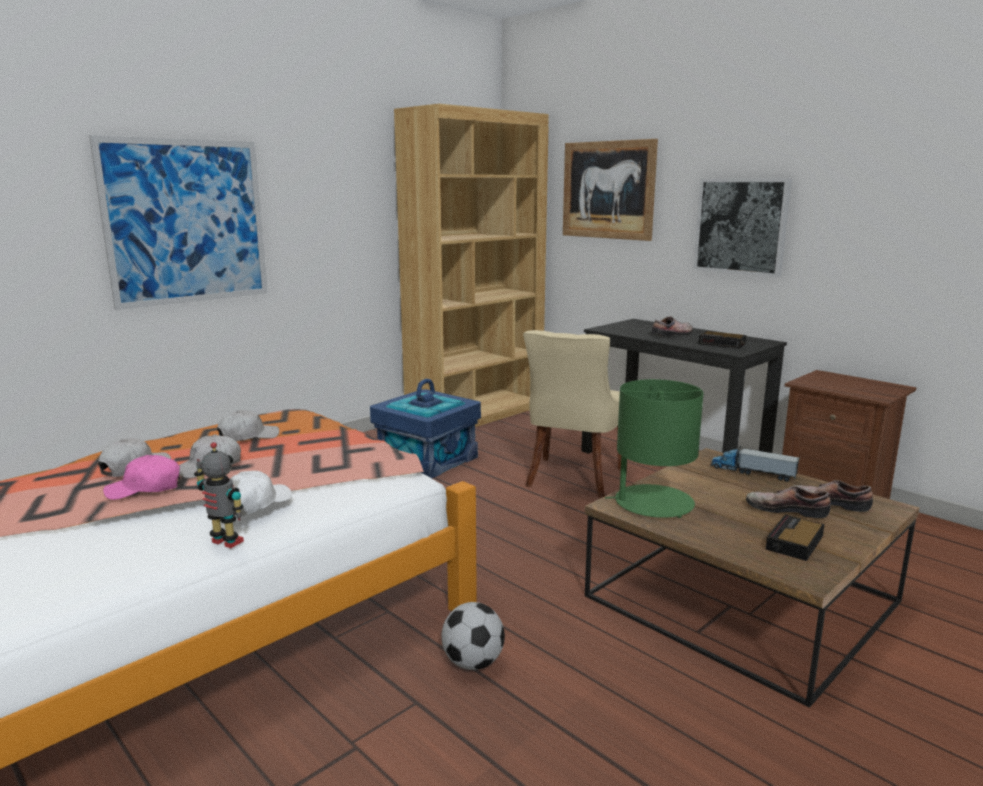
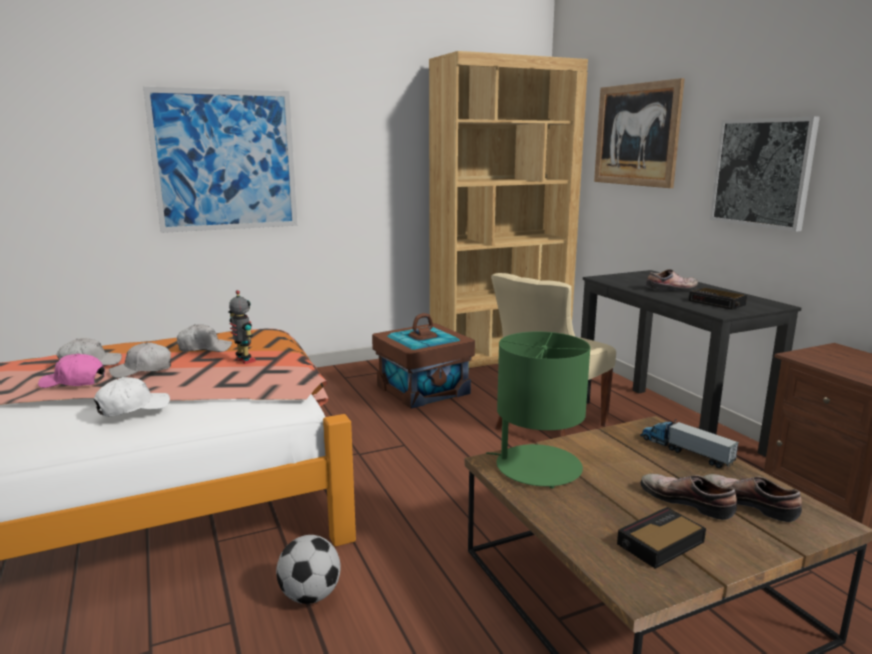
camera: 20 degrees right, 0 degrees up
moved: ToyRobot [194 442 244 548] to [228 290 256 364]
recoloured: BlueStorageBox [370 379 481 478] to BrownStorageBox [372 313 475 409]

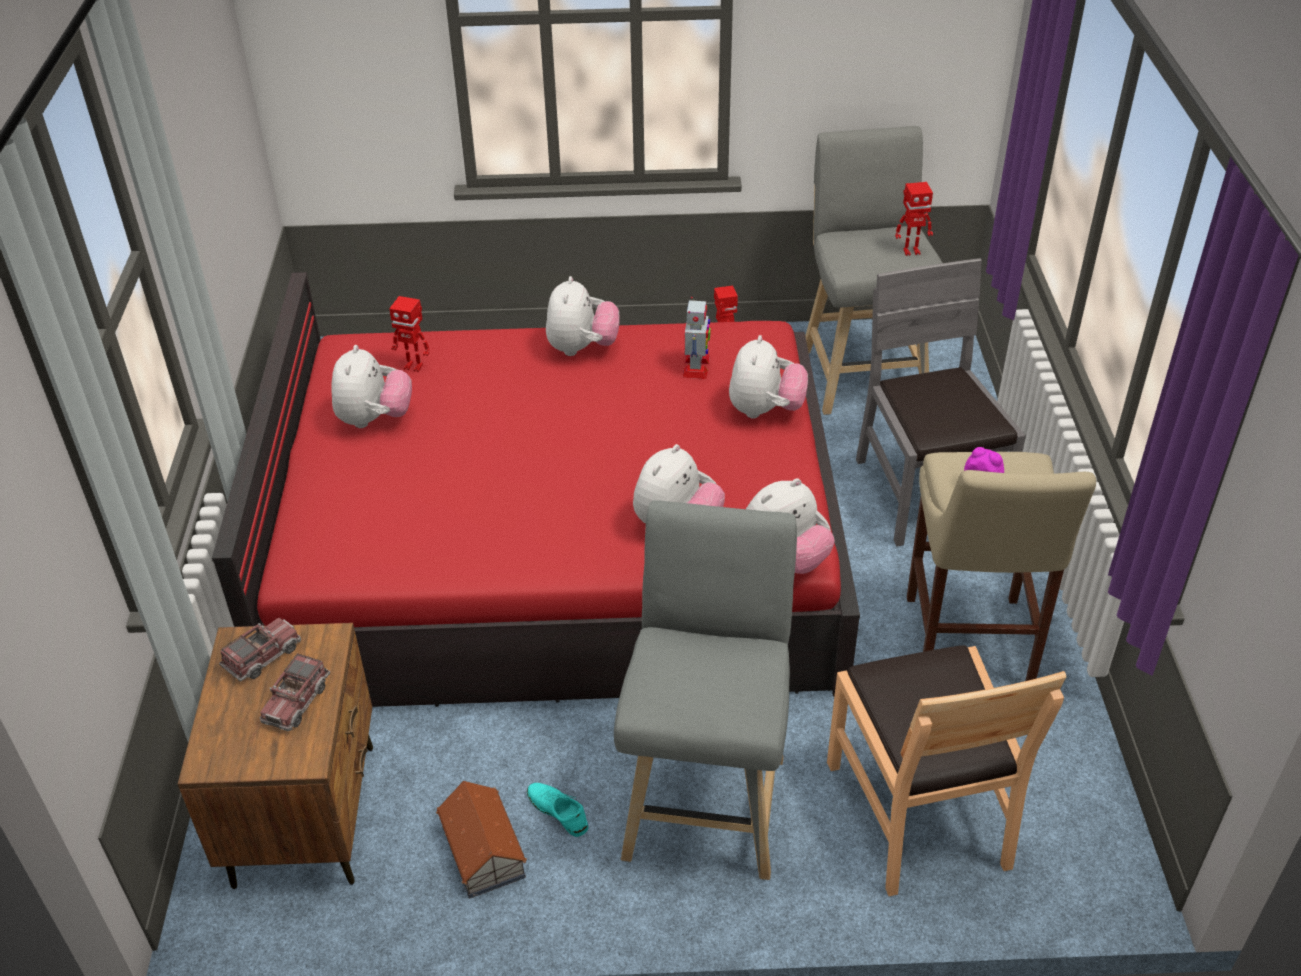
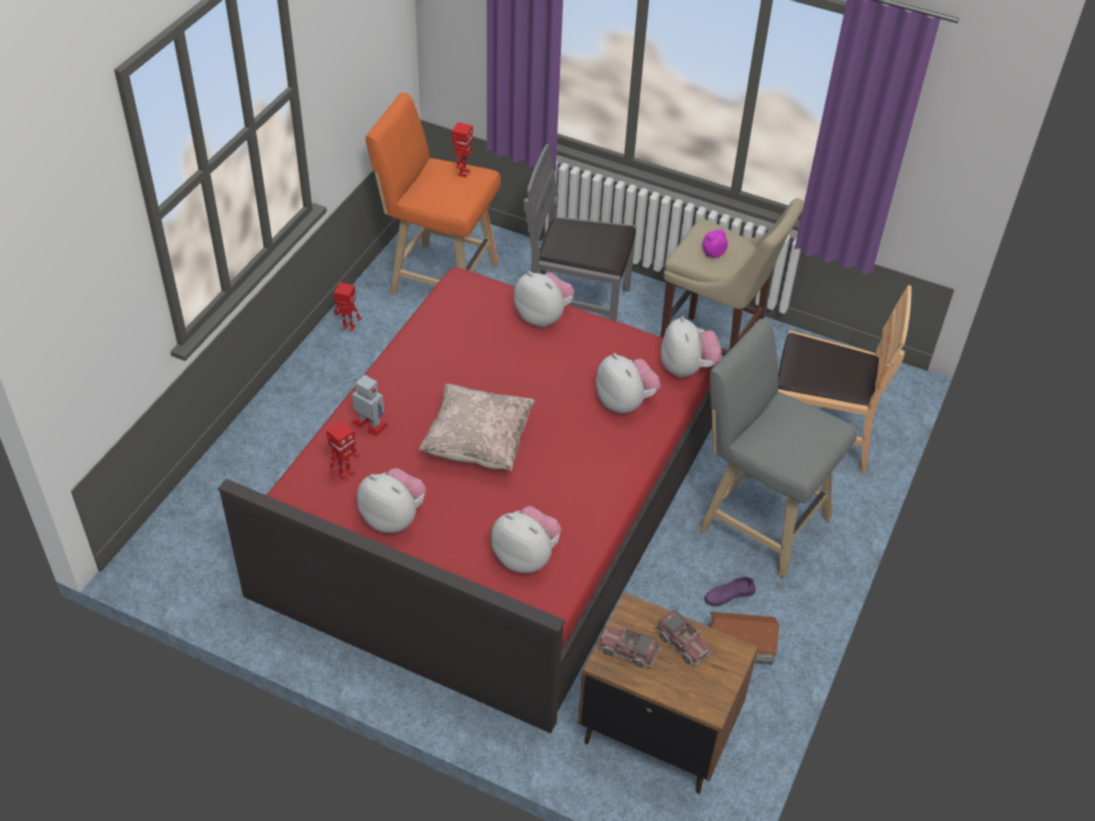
camera: 65 degrees left, 5 degrees up
added: BeigePillow [419 383 535 471]
moved: PlushToy [546 276 620 356] to [491 506 561 573]; ToyRobot [683 297 710 379] to [352 375 389 437]
recoloured: TurquoiseShoe [527 783 588 837] to PurpleShoe [704 576 756 606]; GreyStool [805 126 942 415] to OrangeStool [365 92 501 295]
turned: ToyTruck [219 617 301 682] = [598 626 661 668] 45 degrees counterclockwise

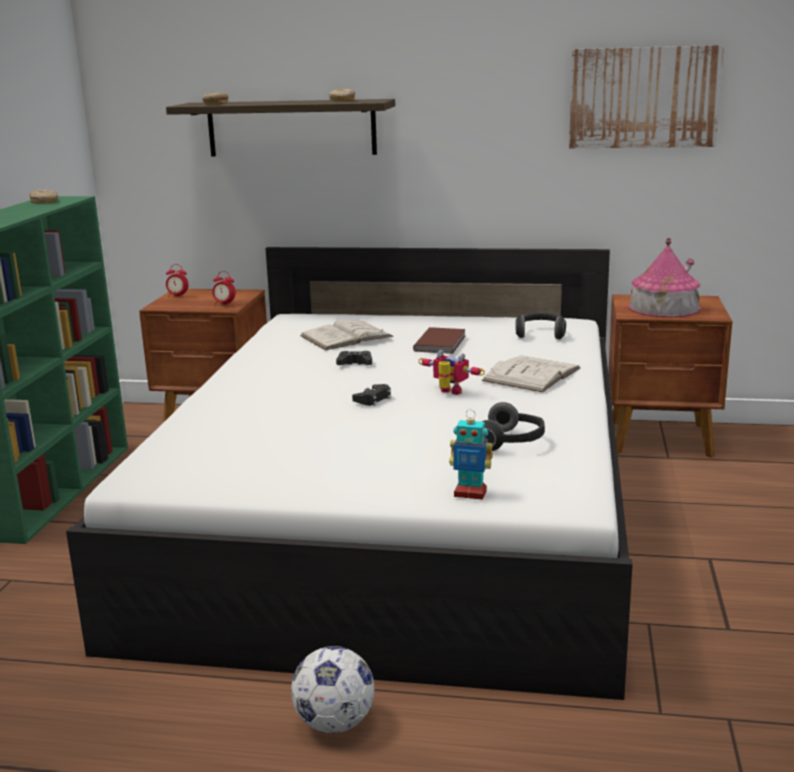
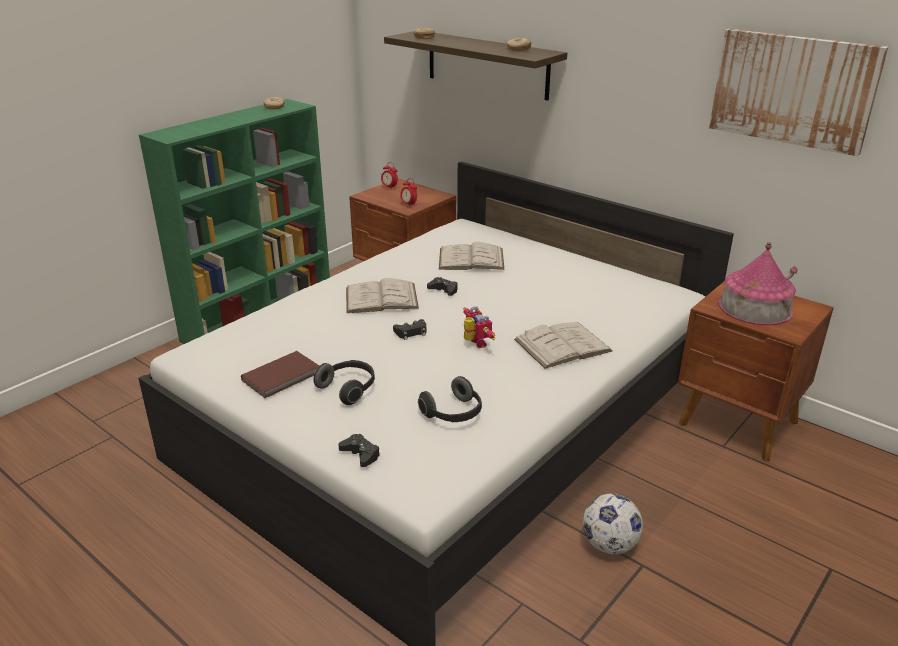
camera: 30 degrees right, 10 degrees up
added: WhiteBook [346 278 419 313]
moved: Football [291 646 374 734] to [583 494 643 554]; BrownBook [413 327 466 354] to [241 351 319 398]; Headphones [516 313 566 339] to [314 360 375 405]
replaced: ToyRobot [449 410 493 500] to BlackGameController [338 434 380 467]

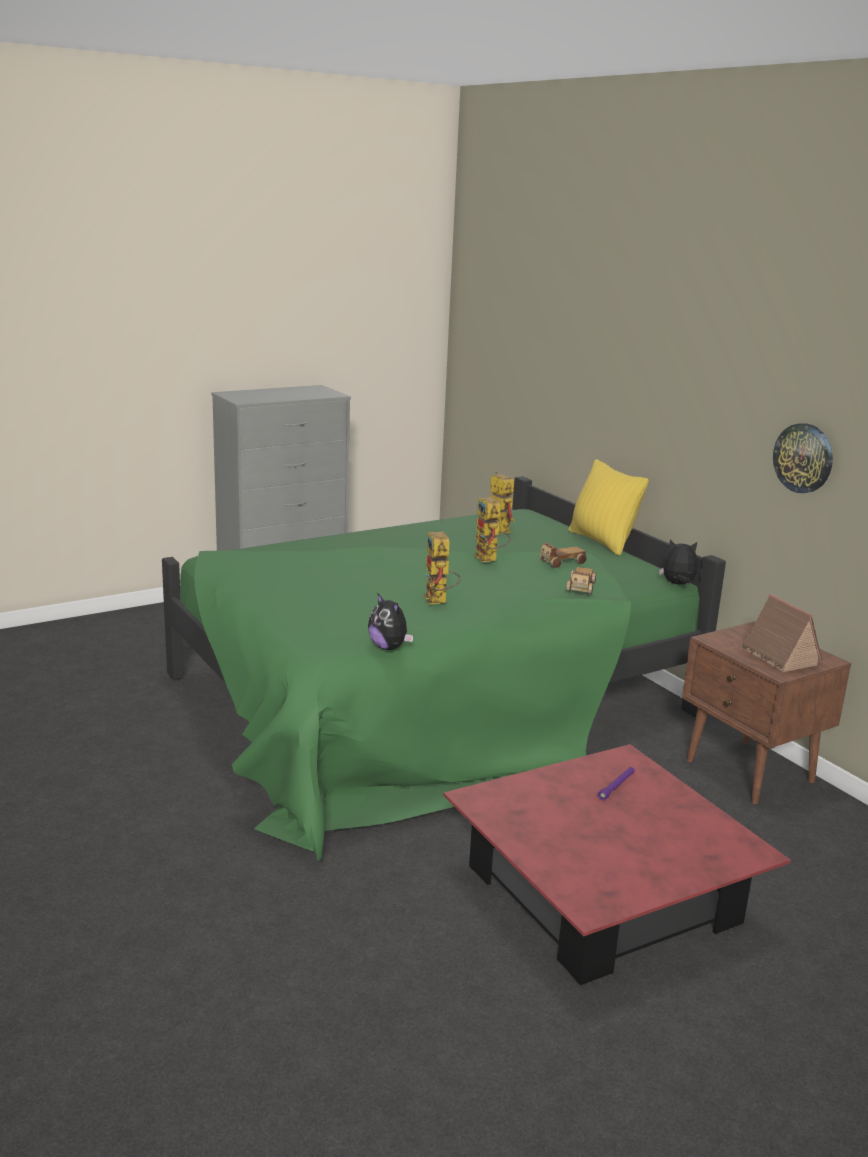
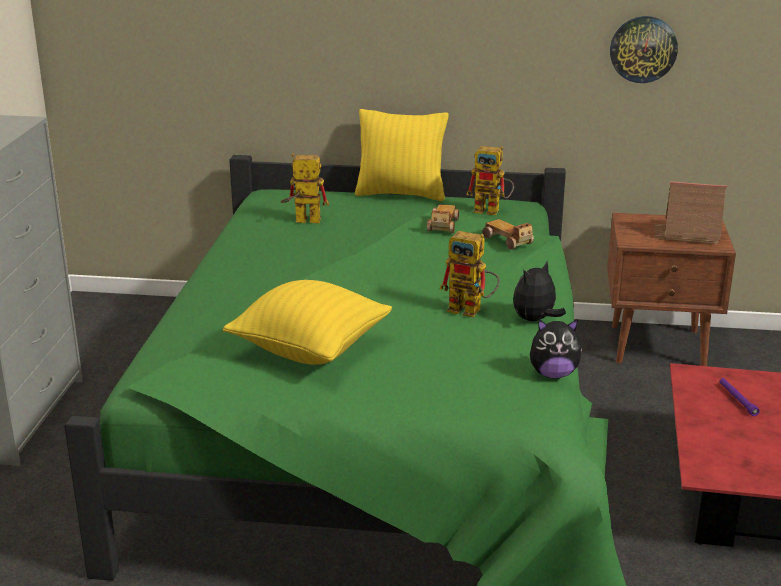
camera: 50 degrees left, 5 degrees up
added: YellowPillow [223 280 392 365]
moved: ToyRobot [474 497 511 562] to [466 146 514 215]; PlushToy [659 539 698 585] to [513 261 566 321]

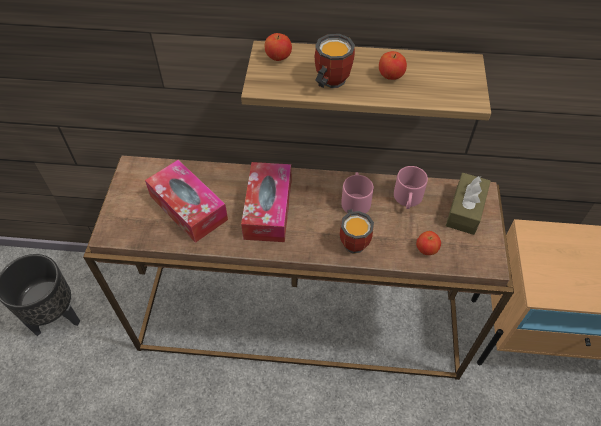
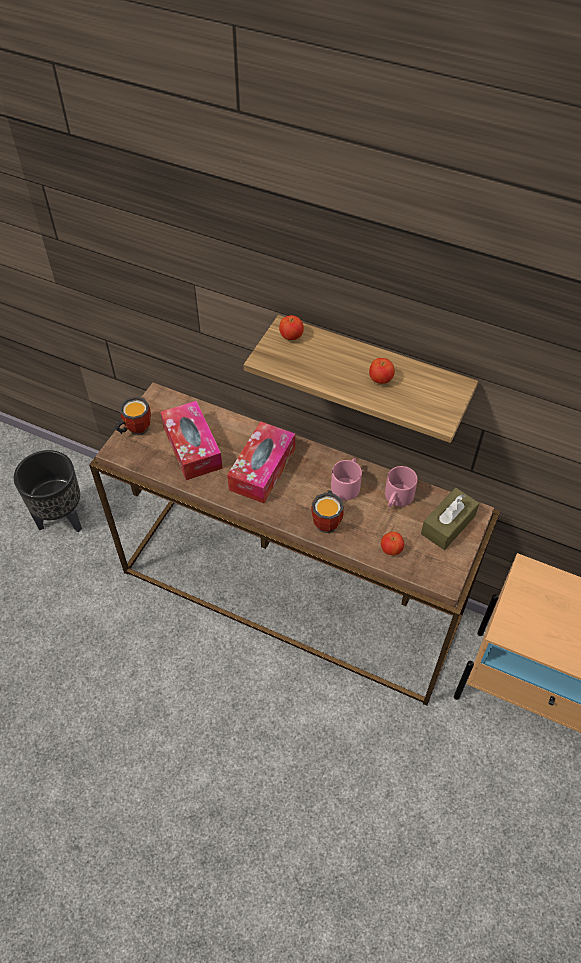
camera: 20 degrees right, 0 degrees up
moved: Mug [314 34 355 88] to [115 396 151 436]

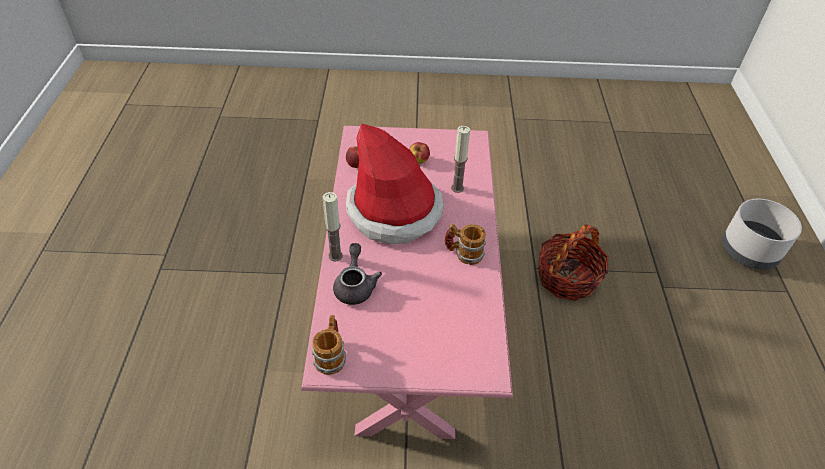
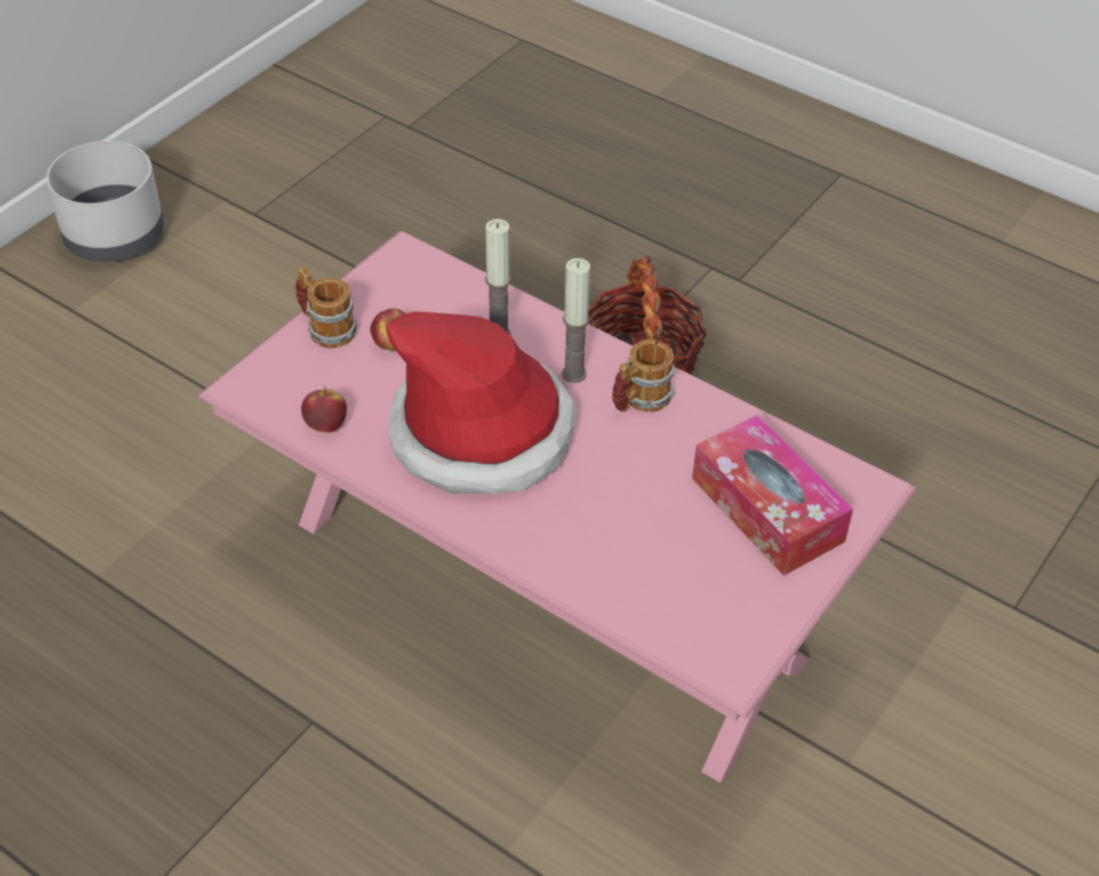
camera: 55 degrees left, 0 degrees up
removed: GreyTeapot [333 243 382 305]
added: TissueBox [692 415 853 575]
moved: Mug [312 315 346 375] to [295 266 357 348]; Candle [323 192 343 262] to [562 258 590 383]; GreyPlanter [722 199 802 269] to [46 141 164 262]

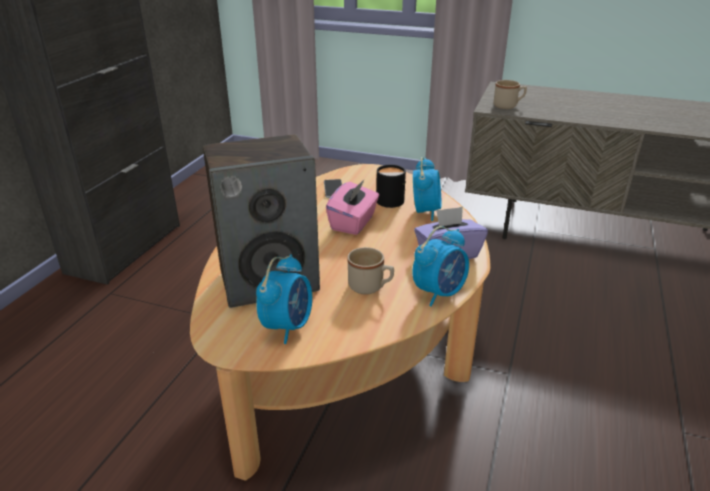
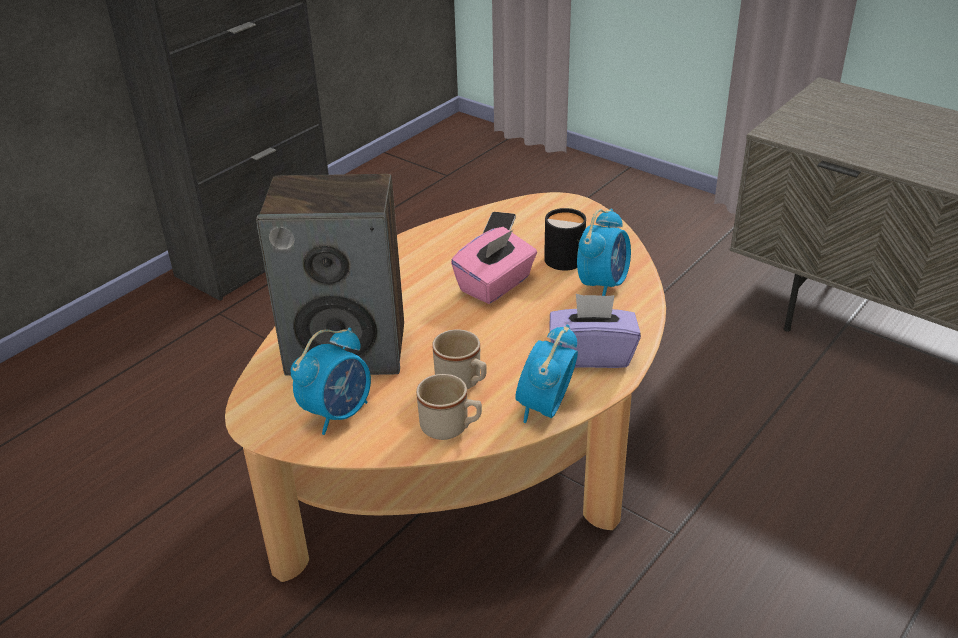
camera: 20 degrees right, 5 degrees up
moved: BeigeMug [494 80 527 109] to [416 374 482 440]
turned: AlarmClock [413 226 469 306] = [515 325 578 423] 135 degrees clockwise

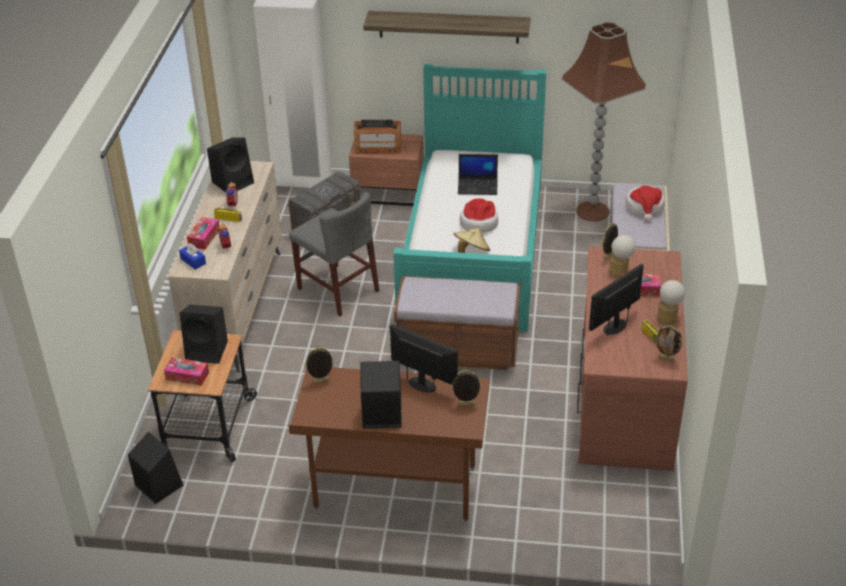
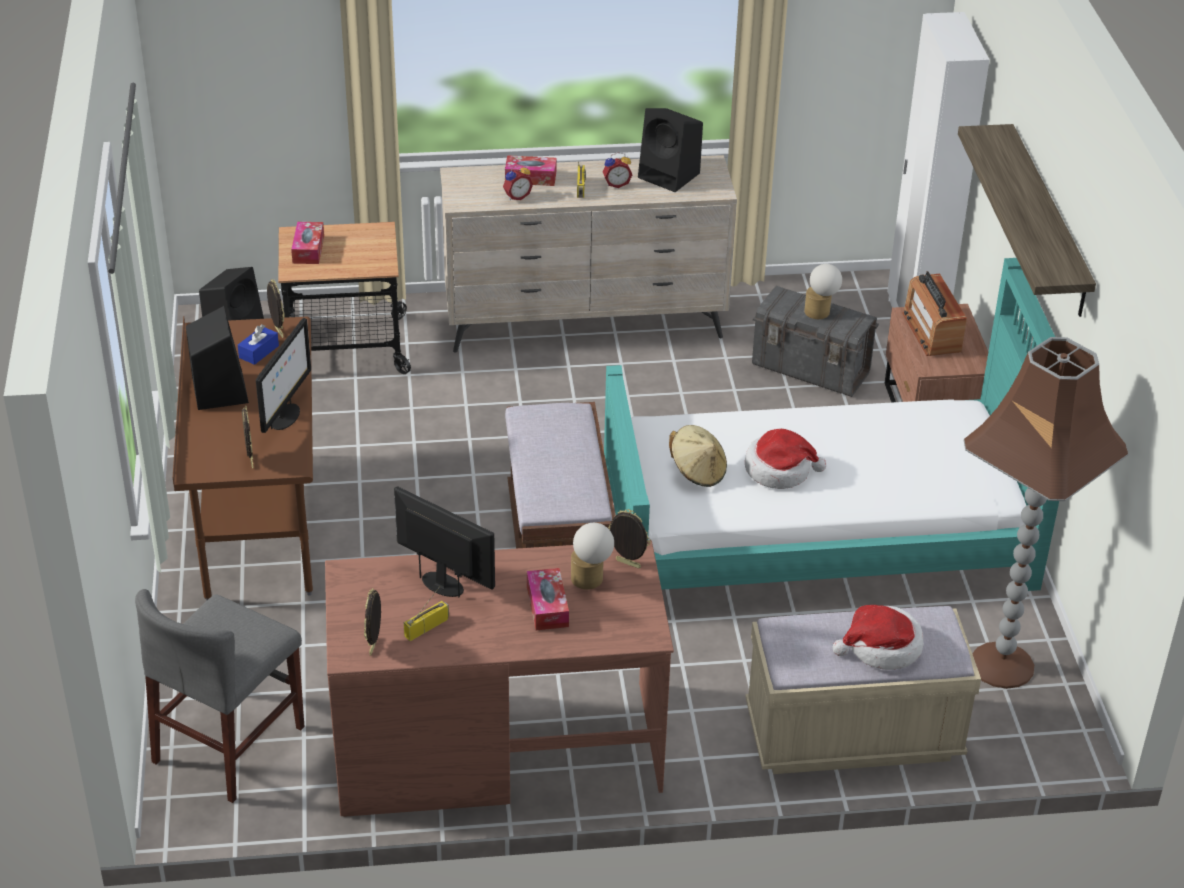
camera: 75 degrees right, 0 degrees up
removed: BlackSpeaker [180 305 228 364]; Laptop [458 154 498 195]
moved: BlueTissueBox [179 243 206 270] to [238 324 279 365]; GreyChair [289 192 379 316] to [135 589 304 803]; TableLamp [657 280 685 325] to [804 264 842 319]

